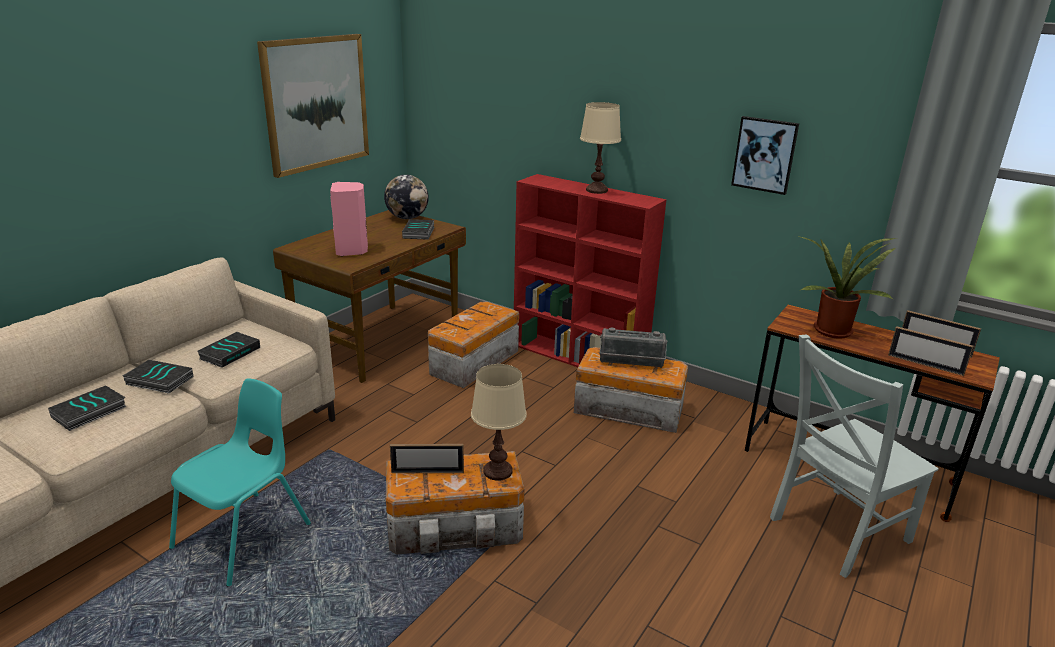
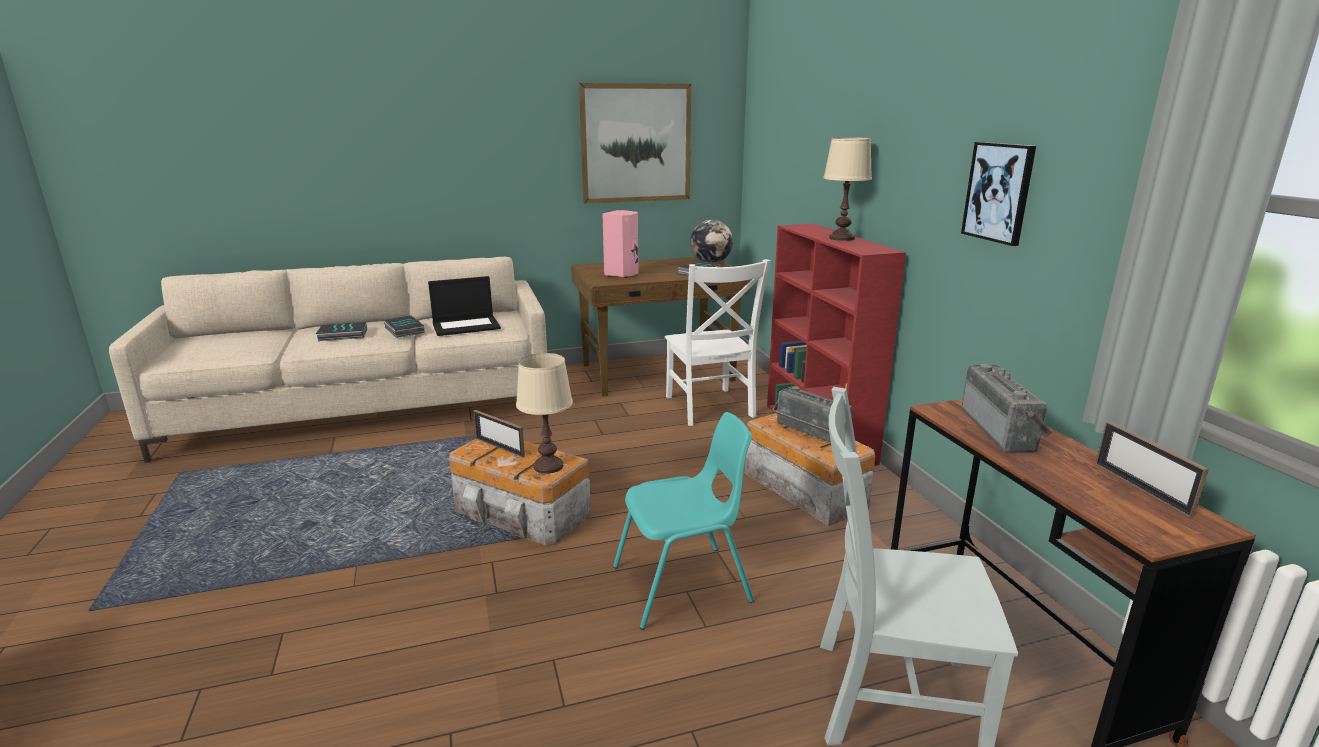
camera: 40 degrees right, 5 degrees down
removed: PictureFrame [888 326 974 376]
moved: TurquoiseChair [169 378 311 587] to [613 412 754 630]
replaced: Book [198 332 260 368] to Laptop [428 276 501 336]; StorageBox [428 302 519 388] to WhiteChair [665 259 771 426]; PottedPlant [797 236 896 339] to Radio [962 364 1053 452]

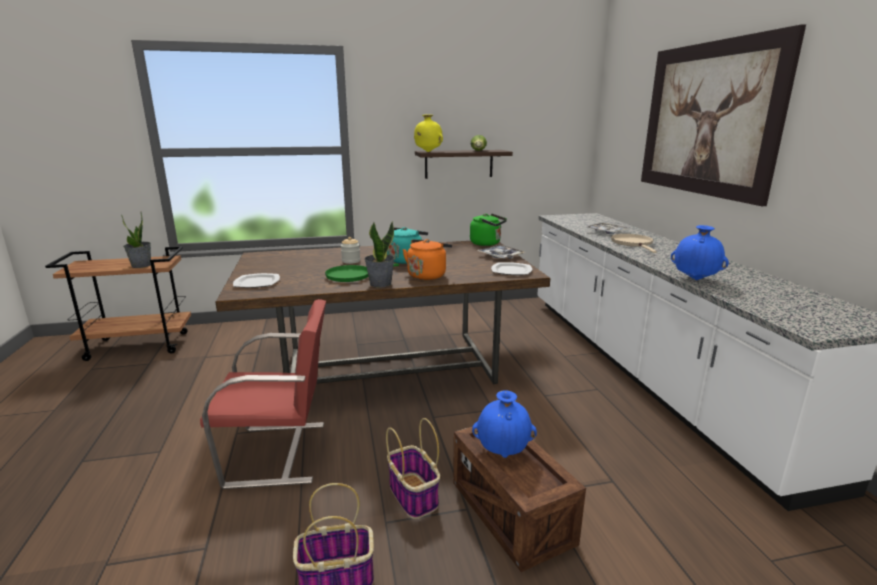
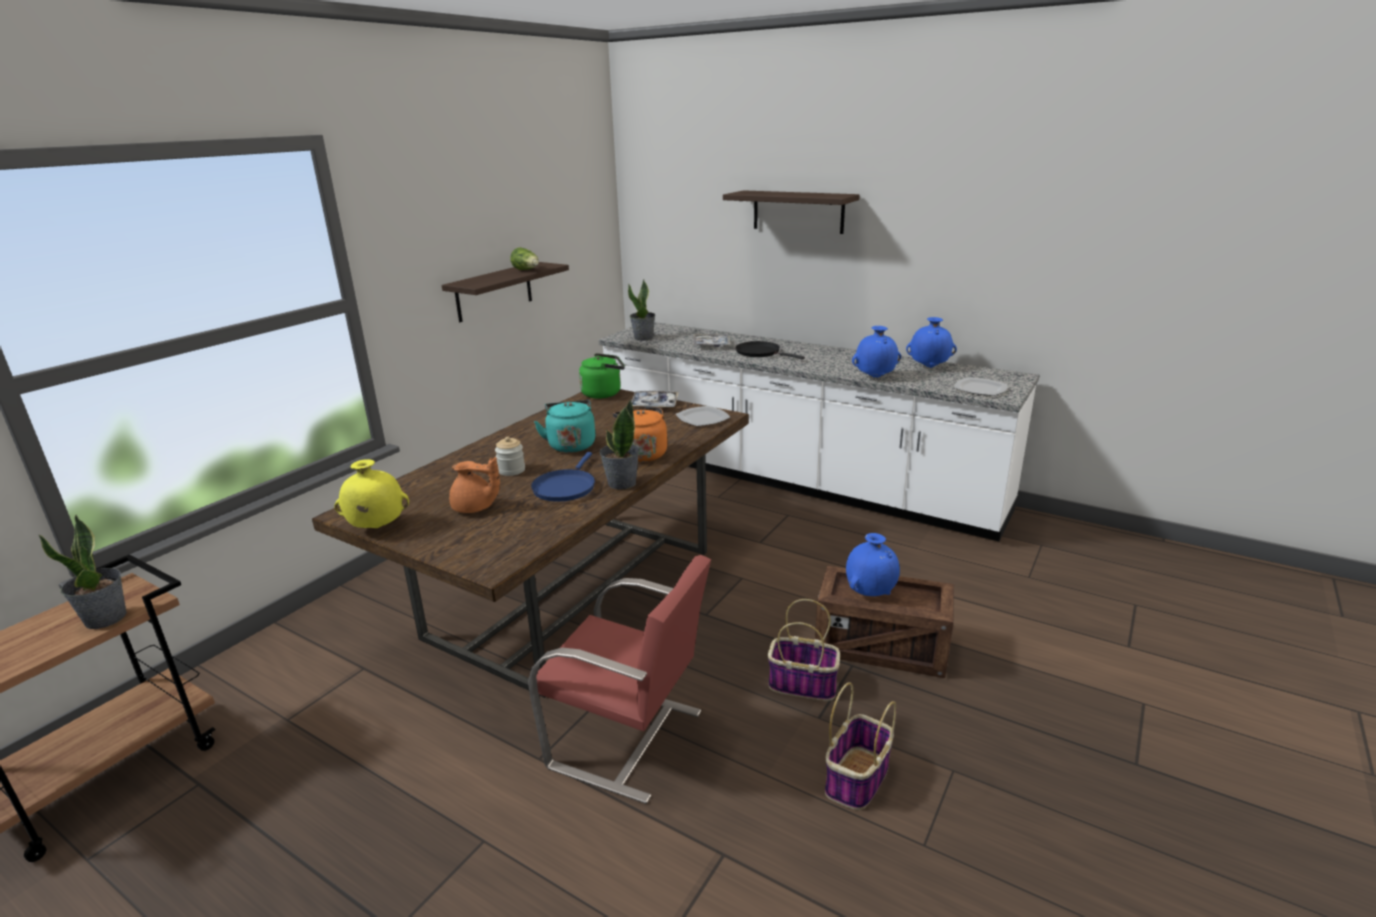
camera: 45 degrees left, 5 degrees up
added: OrangeTeapot [449 457 500 513]; PottedPlant [628 279 655 341]; BlueVase [906 317 957 368]
moved: Plate [233 273 280 288] to [954 377 1007 396]; YellowVase [414 115 443 152] to [334 459 409 528]
replaced: Picture [641 24 806 206] to Shelf [723 190 859 234]
recoloured: GreenFryingPan [325 263 399 282] to BlueFryingPan [531 452 595 502]; BeigeFryingPan [611 234 657 253] to BlackFryingPan [736 341 805 359]
turned: RedChair [200 299 326 489] = [528 555 711 804] 75 degrees clockwise

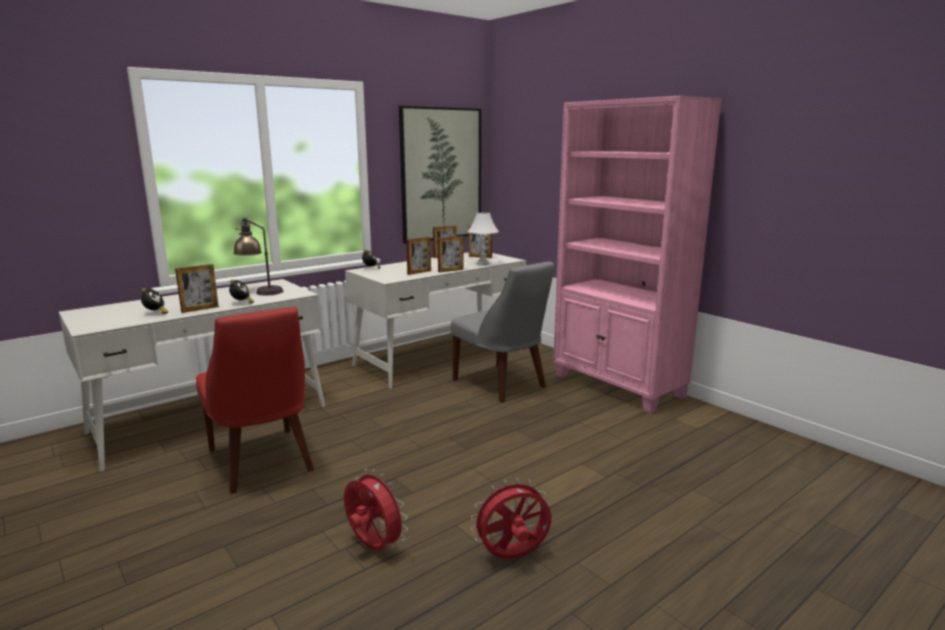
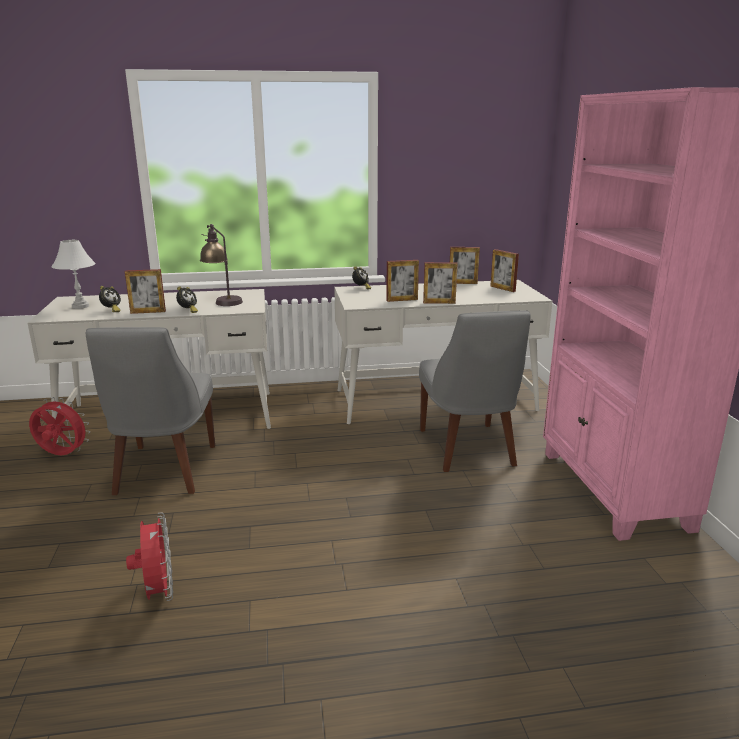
camera: 30 degrees right, 5 degrees up
removed: Picture [399 106 481 244]
moved: WhiteTableLamp [468 212 499 265] to [52 240 95 309]; RedFan [471 478 551 559] to [29 397 90 455]
recoloured: RedChair [196 307 314 494] to GreyChair [86 327 215 495]

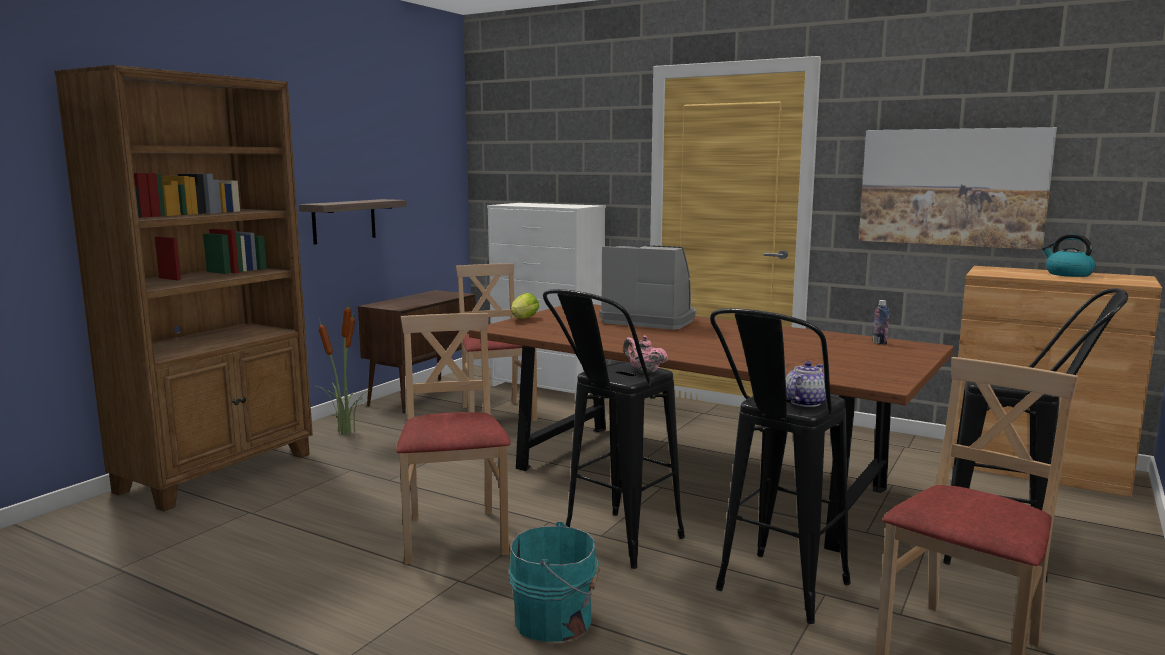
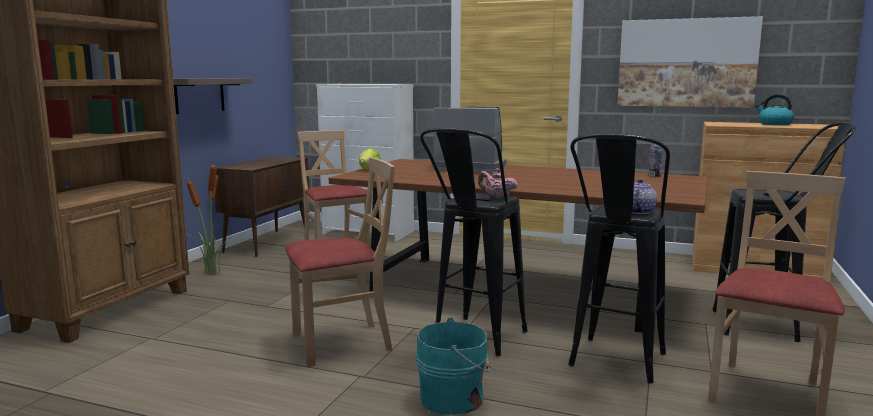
camera: 10 degrees left, 0 degrees up
turned: BeigeChair [396 313 511 564] = [285 157 395 367] 90 degrees clockwise

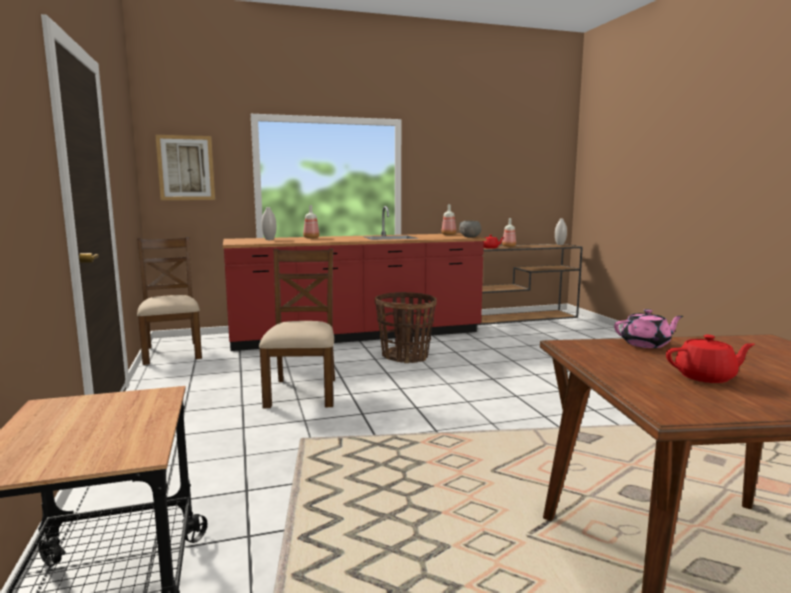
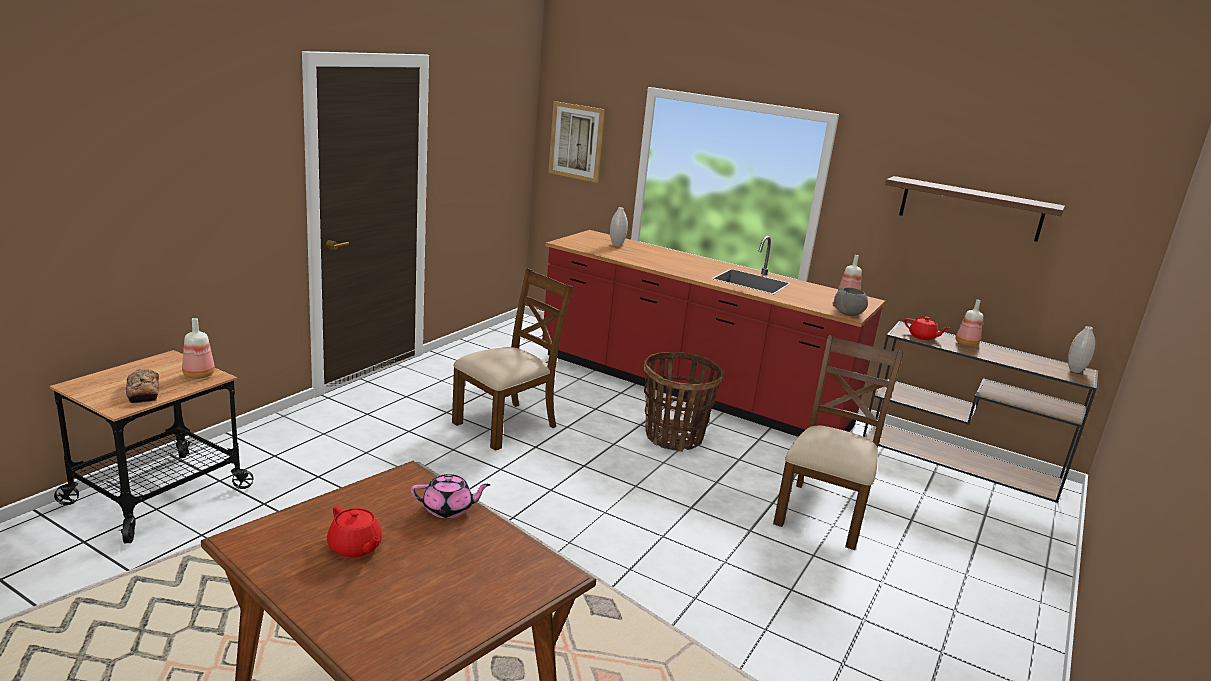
camera: 45 degrees right, 10 degrees up
added: Bread [126 369 159 403]; BrownShelf [885 176 1065 242]
moved: BrownChair [137 237 202 365] to [773 335 903 550]; Bottle [303 205 319 239] to [182 318 215 379]
turned: PinkTeapot [614 309 683 348] = [411 474 491 518] 45 degrees counterclockwise

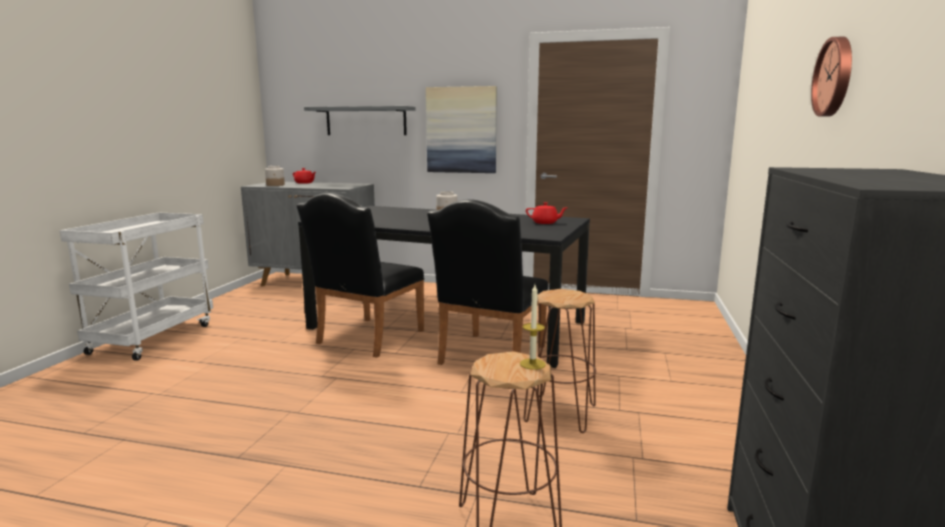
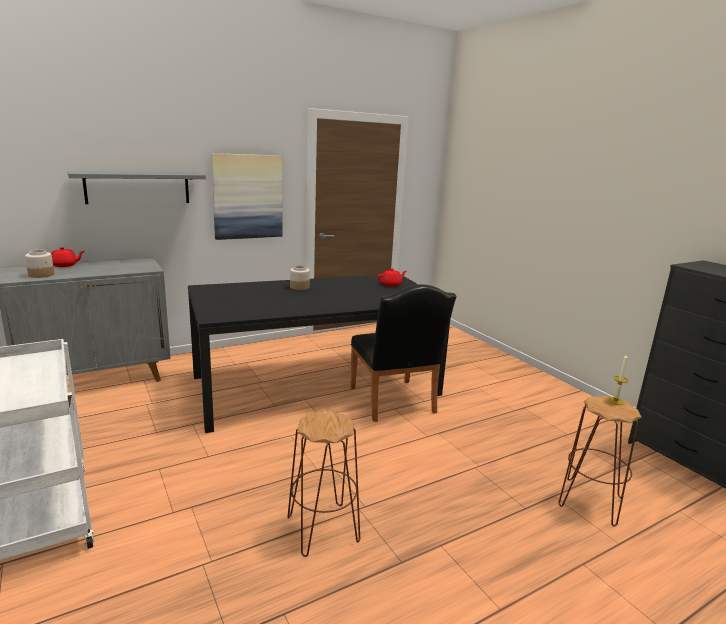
camera: 45 degrees left, 5 degrees up
removed: BlackChair [296 193 425 358]; WallClock [811 37 852 117]
moved: BrownStool [524 289 596 433] to [287 411 360 557]

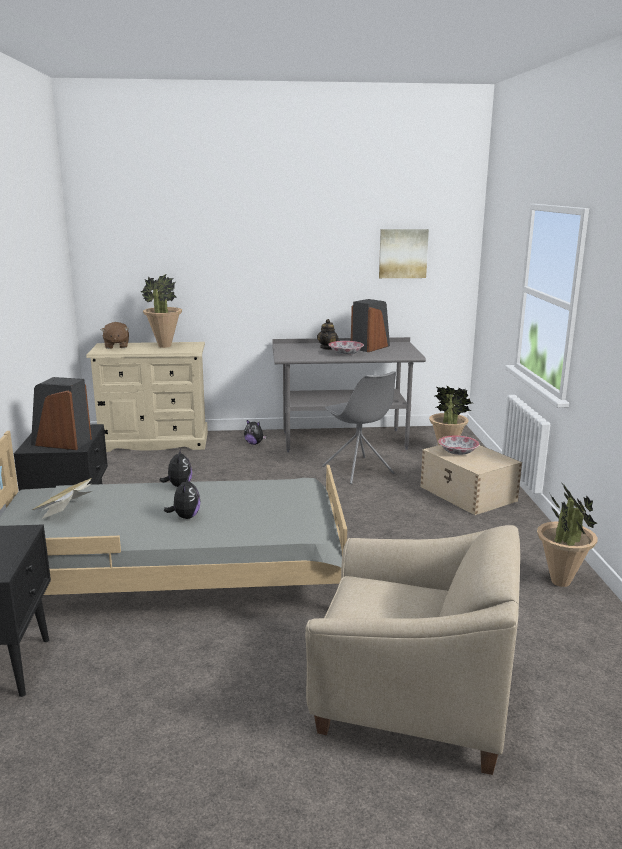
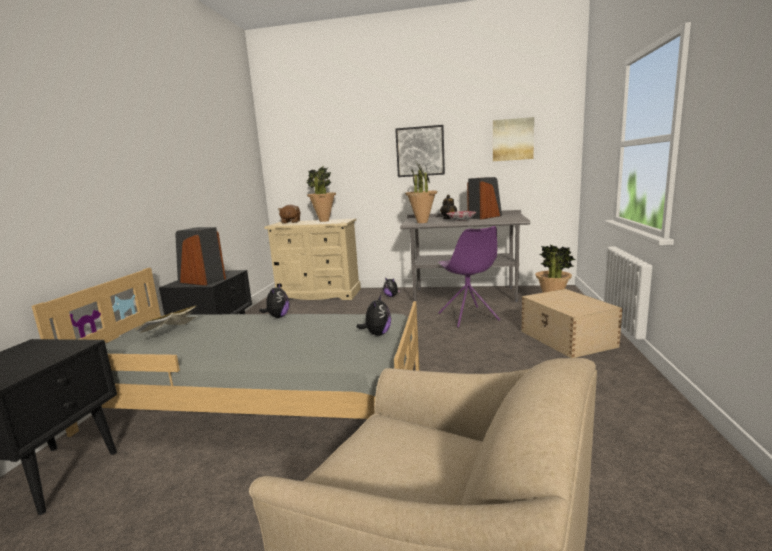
camera: 15 degrees right, 5 degrees down
removed: Bowl [438 435 479 455]
added: Picture [395 125 445 177]
moved: PlushToy [164 476 200 519] to [357 295 391 336]; PottedPlant [537 482 598 587] to [405 162 437 223]
recoloured: GreyChair [322 371 396 484] to PurpleChair [438 226 500 328]

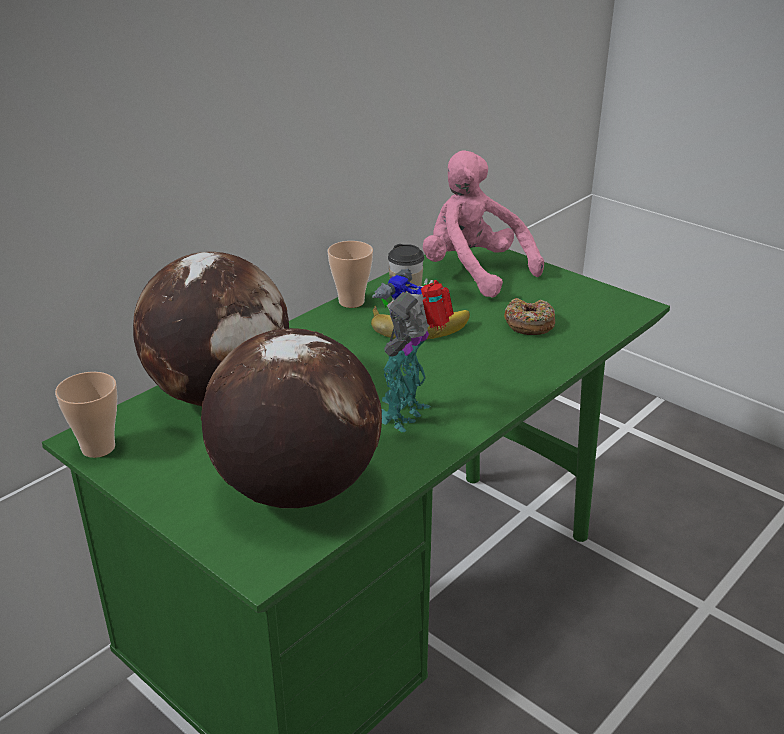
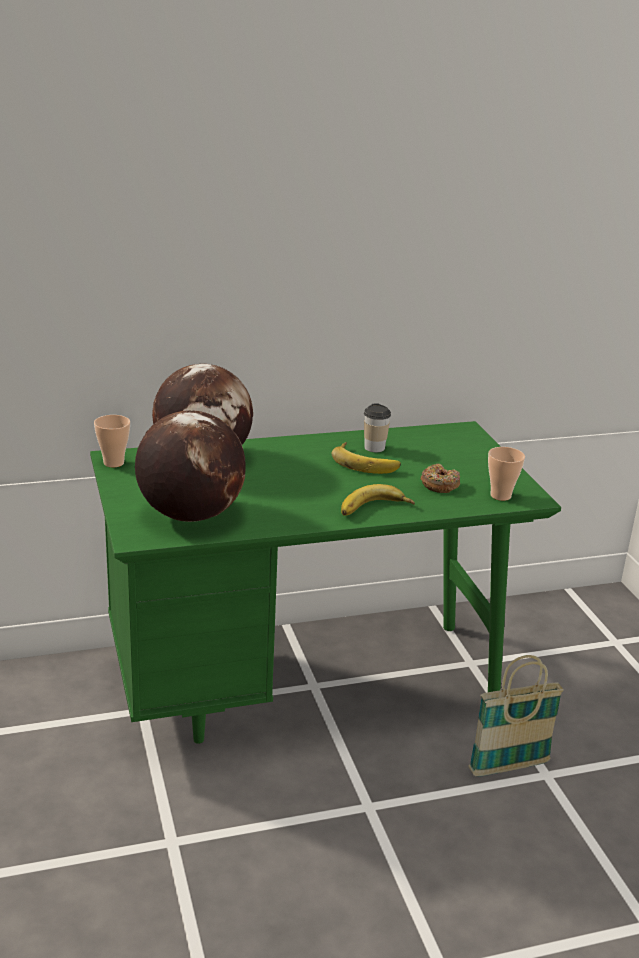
camera: 30 degrees right, 5 degrees down
removed: ToyRobot [372 269 454 432]; PinkPlushToy [423 150 544 298]
added: Banana [341 484 415 516]; Basket [469 655 564 777]
moved: Cup [328 241 373 308] to [488 447 525 501]

